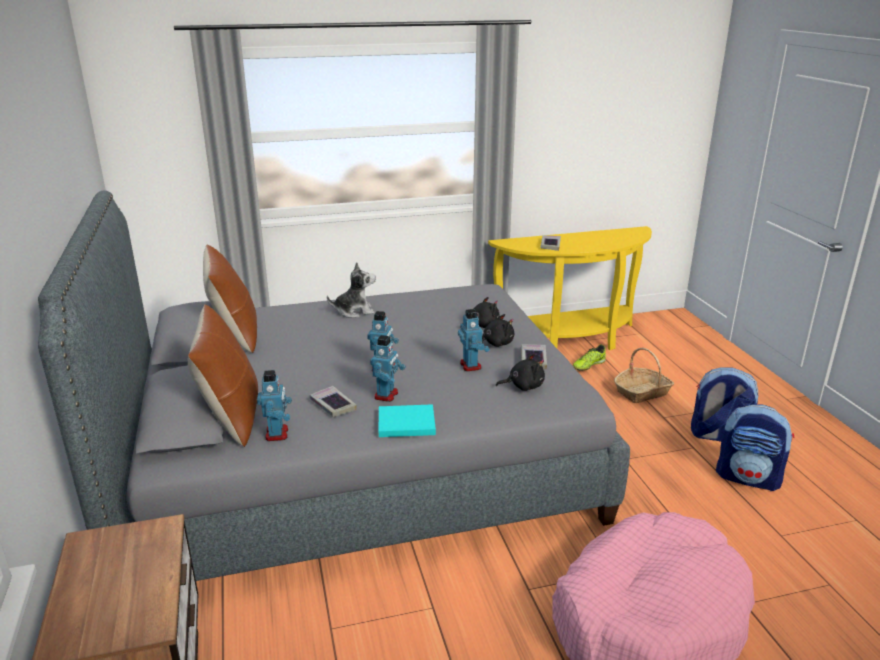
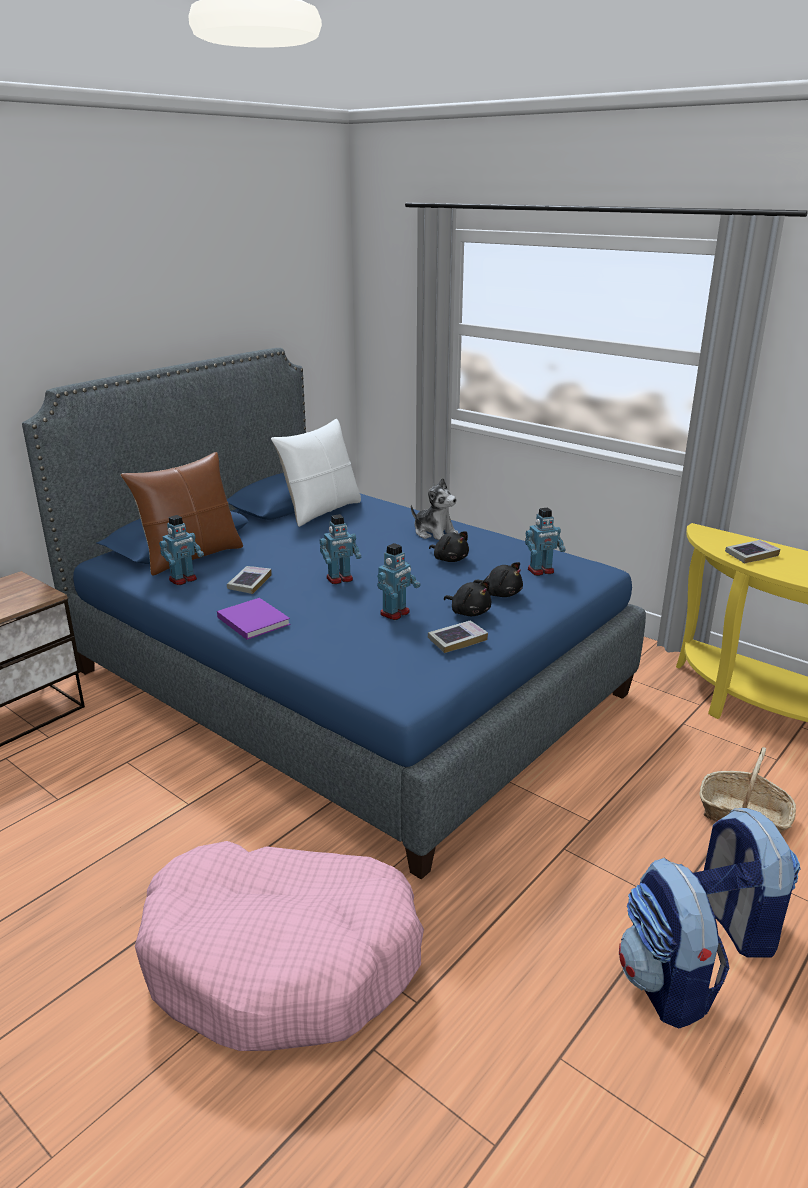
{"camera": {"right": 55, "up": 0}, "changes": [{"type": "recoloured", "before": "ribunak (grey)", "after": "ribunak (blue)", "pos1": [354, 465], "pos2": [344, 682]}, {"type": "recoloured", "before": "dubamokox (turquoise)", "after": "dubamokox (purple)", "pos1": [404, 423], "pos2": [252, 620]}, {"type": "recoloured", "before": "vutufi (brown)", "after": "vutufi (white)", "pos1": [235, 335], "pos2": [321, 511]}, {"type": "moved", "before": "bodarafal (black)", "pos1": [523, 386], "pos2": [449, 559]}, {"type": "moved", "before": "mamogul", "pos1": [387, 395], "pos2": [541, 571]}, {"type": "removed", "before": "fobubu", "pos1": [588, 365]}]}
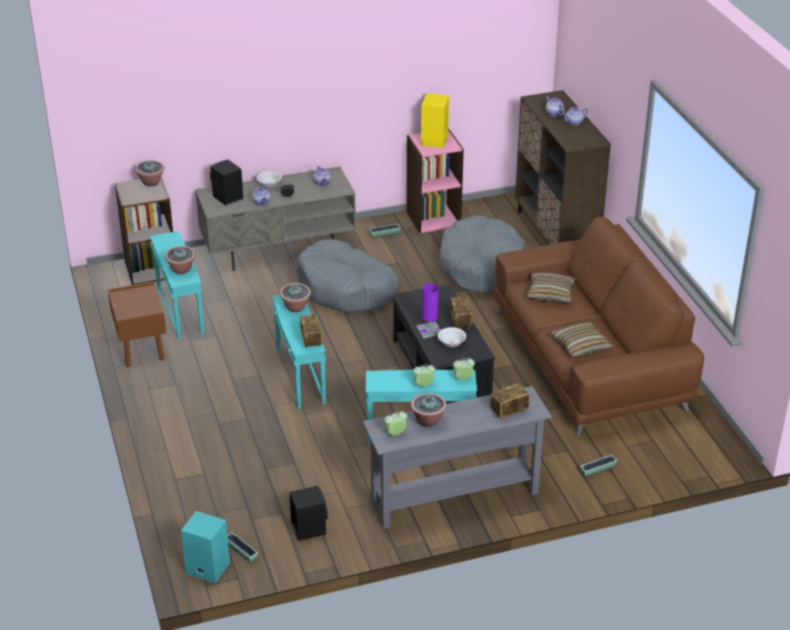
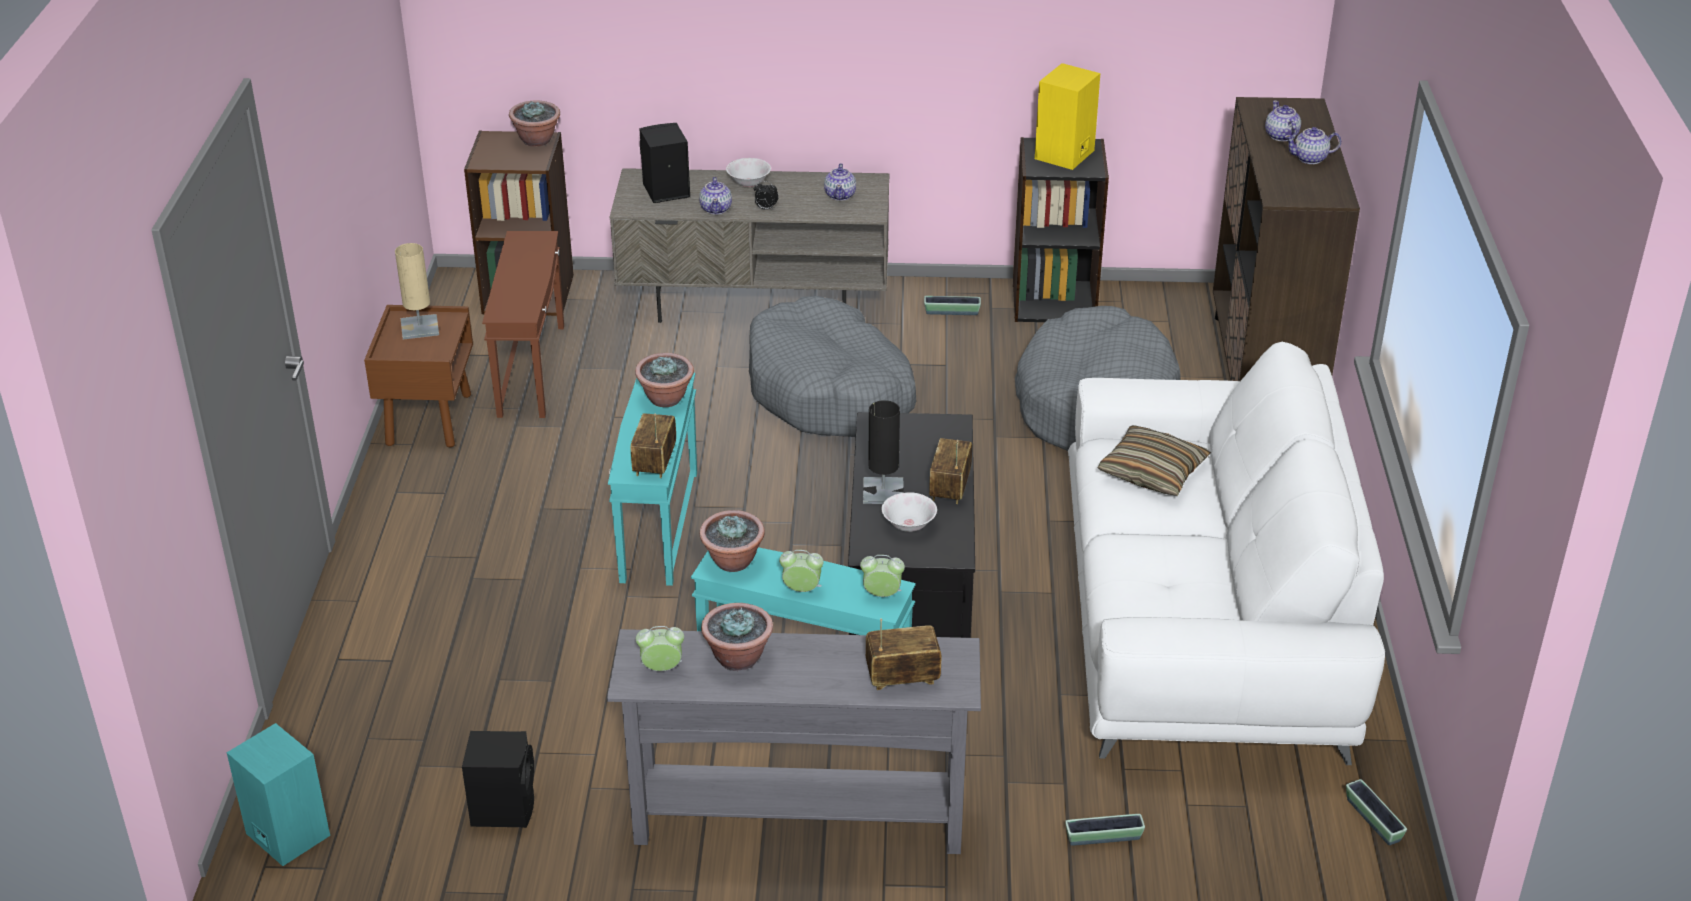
{"camera": {"right": 20, "up": 0}, "changes": [{"type": "added", "after": "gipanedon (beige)", "pos2": [420, 327]}, {"type": "recoloured", "before": "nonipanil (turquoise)", "after": "nonipanil (brown)", "pos1": [181, 310], "pos2": [533, 370]}, {"type": "moved", "before": "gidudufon", "pos1": [181, 270], "pos2": [733, 562]}, {"type": "recoloured", "before": "gipanedon (purple)", "after": "gipanedon (black)", "pos1": [429, 330], "pos2": [883, 491]}, {"type": "recoloured", "before": "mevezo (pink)", "after": "mevezo (black)", "pos1": [433, 218], "pos2": [1054, 300]}, {"type": "recoloured", "before": "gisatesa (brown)", "after": "gisatesa (white)", "pos1": [589, 360], "pos2": [1202, 618]}, {"type": "moved", "before": "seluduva", "pos1": [241, 552], "pos2": [1373, 820]}, {"type": "removed", "before": "vutufi", "pos1": [581, 345]}]}
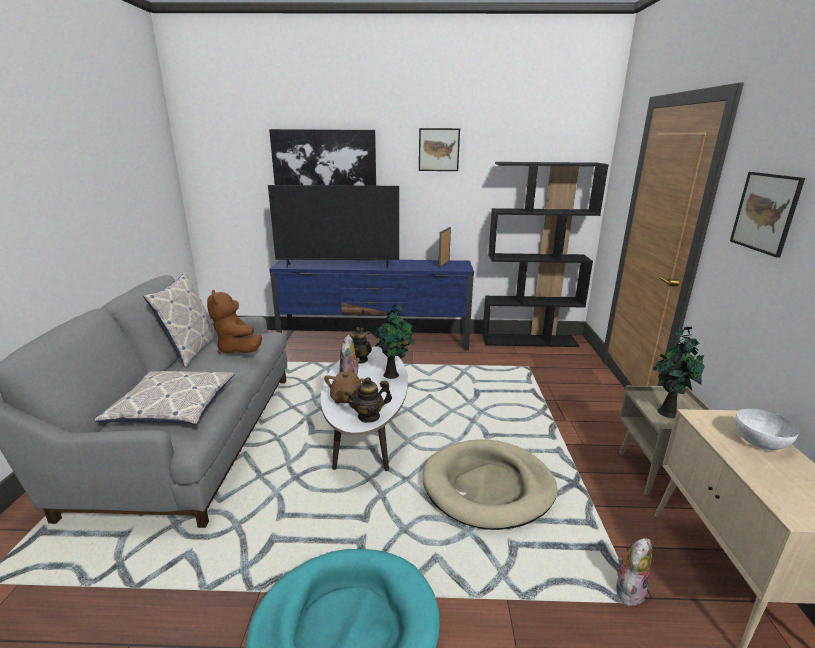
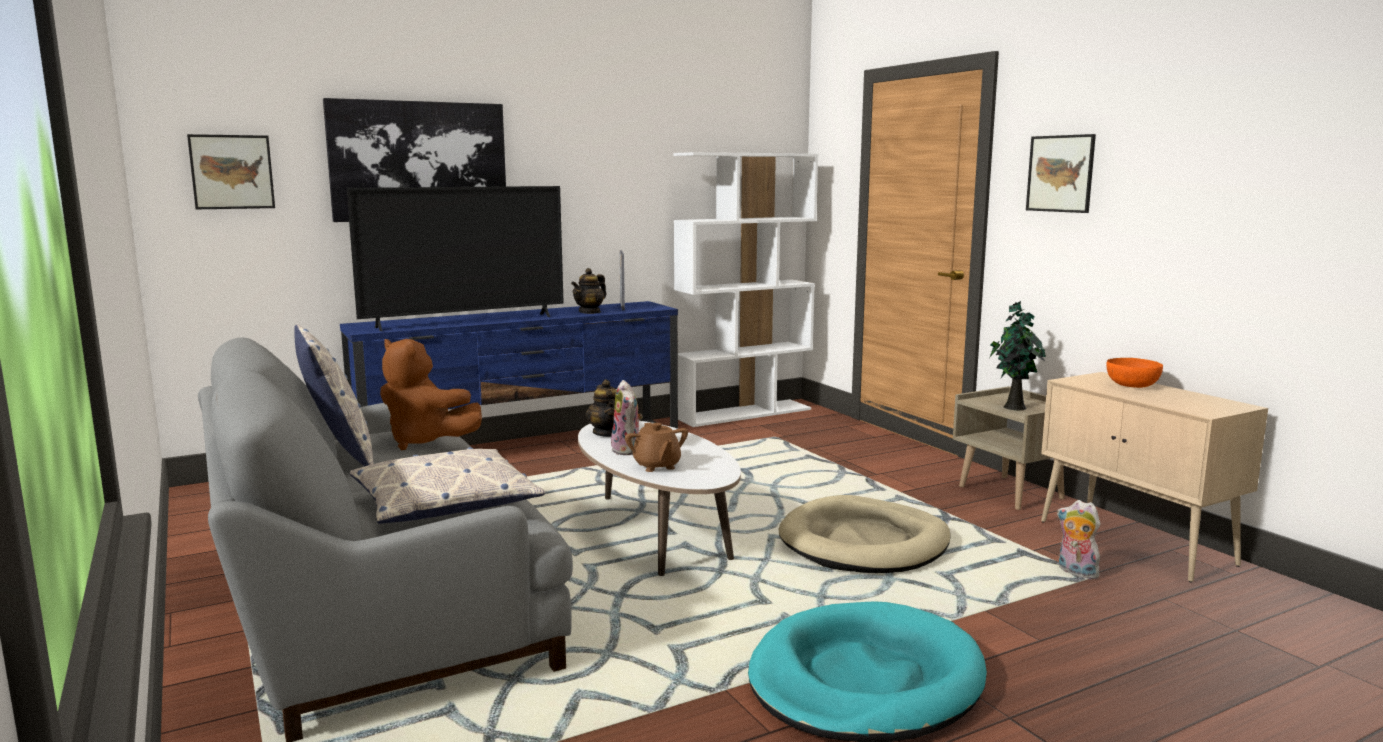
{"camera": {"right": -30, "up": -10}, "changes": [{"type": "moved", "before": "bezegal", "pos1": [439, 150], "pos2": [232, 172]}, {"type": "moved", "before": "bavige", "pos1": [369, 416], "pos2": [590, 312]}, {"type": "recoloured", "before": "mevezo (black)", "after": "mevezo (white)", "pos1": [529, 340], "pos2": [744, 413]}, {"type": "turned", "before": "bodarafal", "pos1": [628, 590], "pos2": [1075, 573], "turn": -60}, {"type": "recoloured", "before": "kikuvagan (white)", "after": "kikuvagan (orange)", "pos1": [759, 441], "pos2": [1131, 385]}, {"type": "removed", "before": "gidudufon", "pos1": [392, 374]}]}
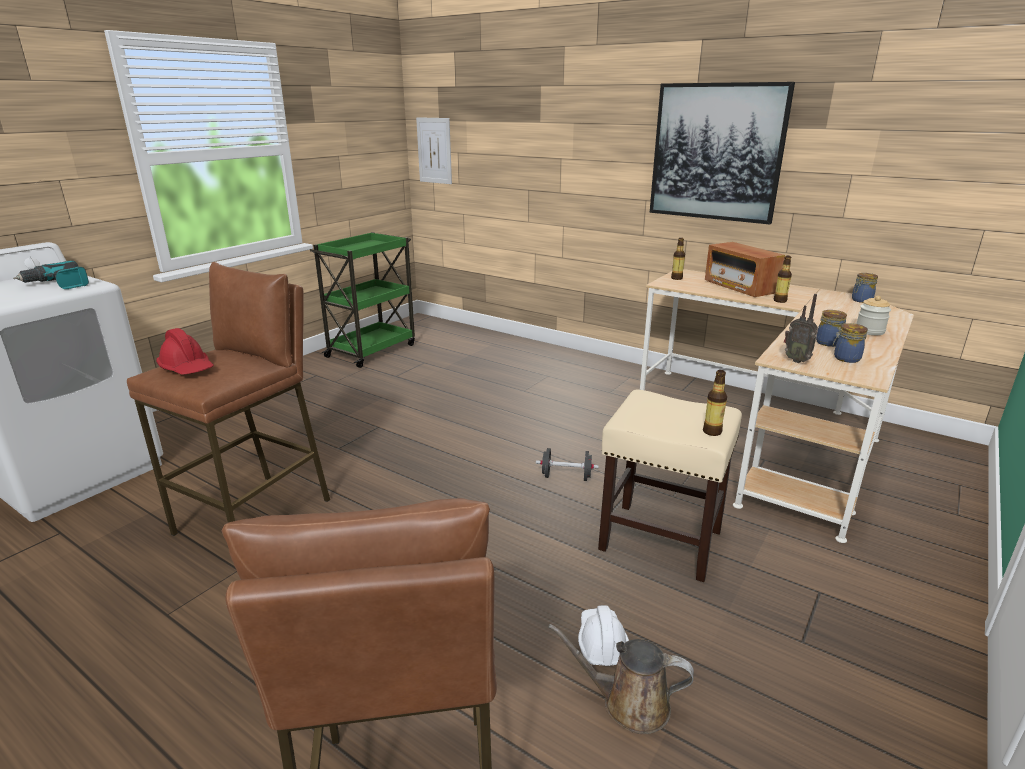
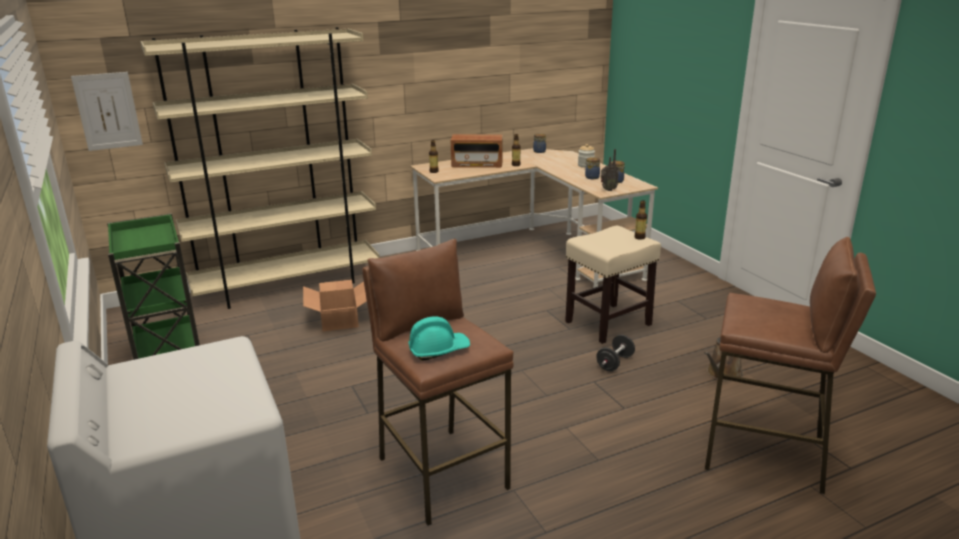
{"camera": {"right": -60, "up": 0}, "changes": [{"type": "added", "after": "mevezo (beige)", "pos2": [288, 285]}, {"type": "added", "after": "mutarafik", "pos2": [340, 318]}, {"type": "recoloured", "before": "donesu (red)", "after": "donesu (turquoise)", "pos1": [187, 368], "pos2": [438, 350]}, {"type": "moved", "before": "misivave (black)", "pos1": [566, 477], "pos2": [615, 363]}, {"type": "removed", "before": "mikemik", "pos1": [58, 285]}, {"type": "removed", "before": "donesu (white)", "pos1": [601, 642]}, {"type": "removed", "before": "bezegal", "pos1": [716, 152]}]}
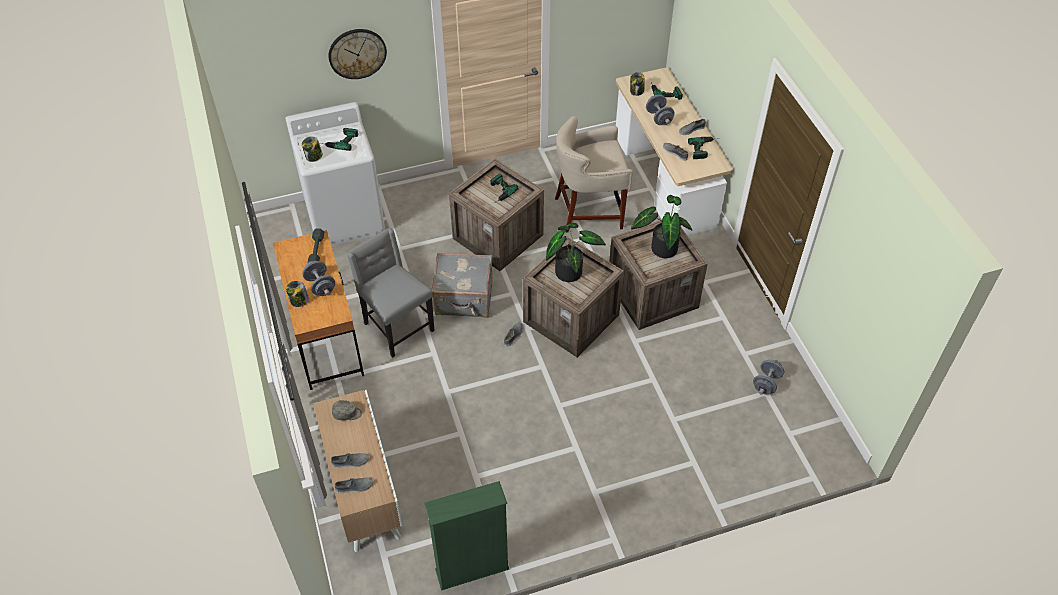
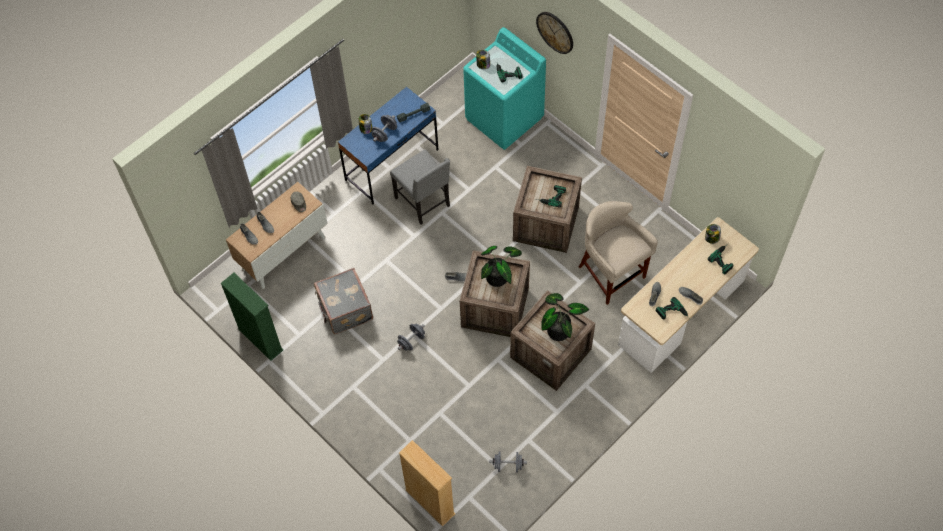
{"camera": {"right": 65, "up": 10}, "changes": [{"type": "moved", "before": "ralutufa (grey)", "pos1": [464, 299], "pos2": [344, 310]}, {"type": "recoloured", "before": "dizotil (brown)", "after": "dizotil (blue)", "pos1": [325, 336], "pos2": [392, 165]}, {"type": "turned", "before": "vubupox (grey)", "pos1": [397, 327], "pos2": [424, 202], "turn": 120}, {"type": "moved", "before": "misivave (grey)", "pos1": [659, 118], "pos2": [411, 341]}, {"type": "added", "after": "mevezo (beige)", "pos2": [430, 502]}, {"type": "recoloured", "before": "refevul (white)", "after": "refevul (turquoise)", "pos1": [345, 217], "pos2": [504, 118]}]}
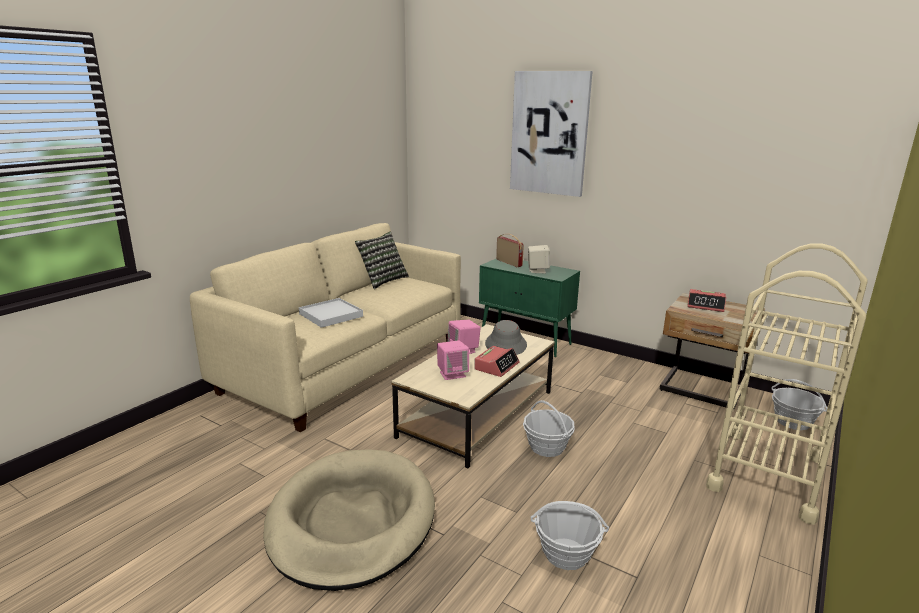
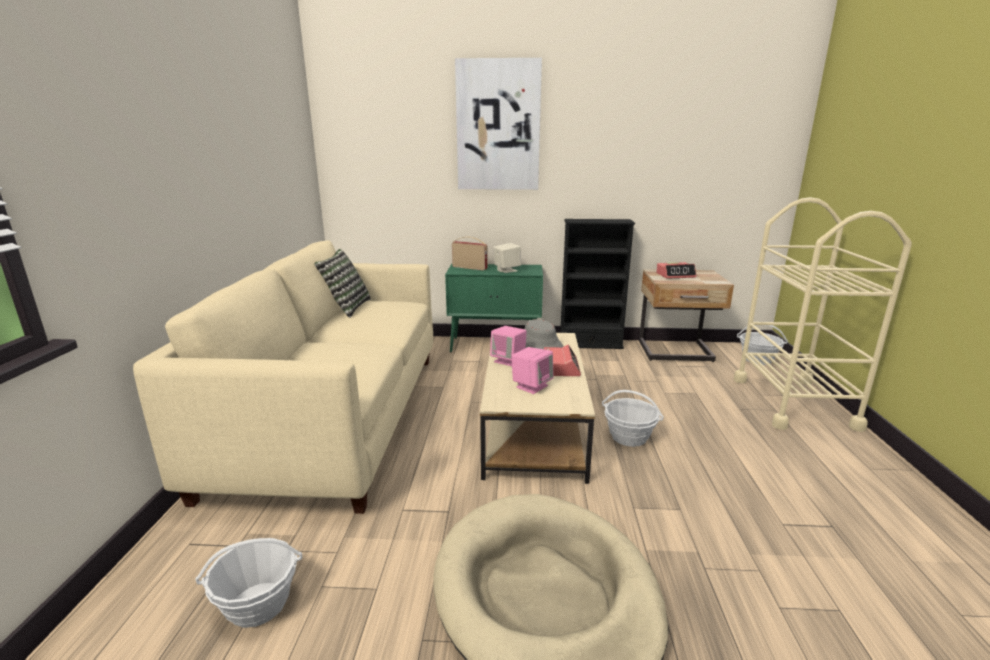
{"camera": {"right": -30, "up": 0}, "changes": [{"type": "moved", "before": "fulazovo", "pos1": [566, 554], "pos2": [258, 604]}, {"type": "added", "after": "mevezo (black)", "pos2": [590, 344]}, {"type": "removed", "before": "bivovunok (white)", "pos1": [331, 315]}]}
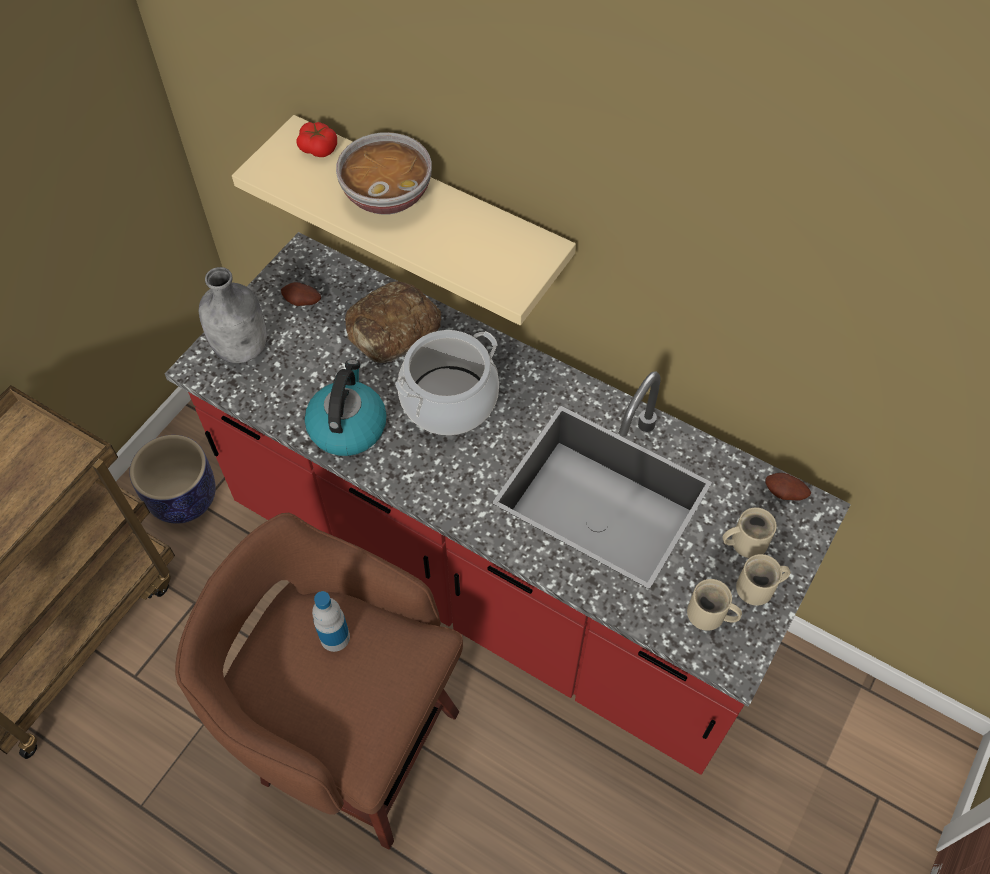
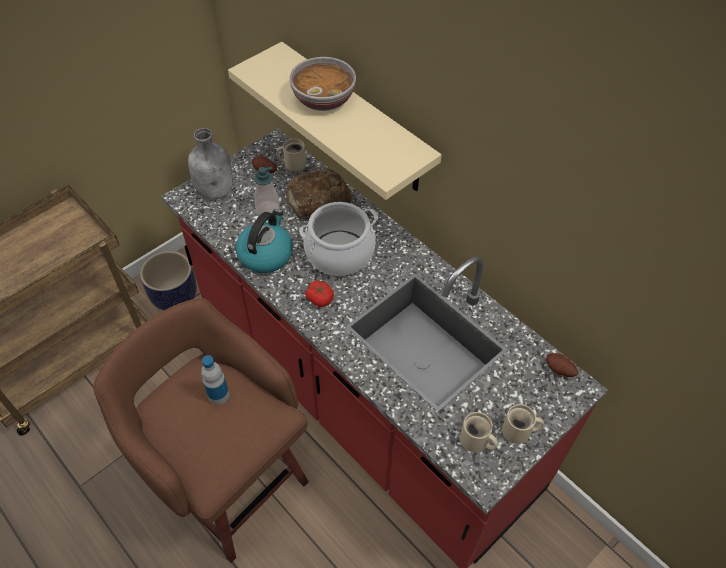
{"camera": {"right": 15, "up": -5}, "changes": [{"type": "added", "after": "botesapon", "pos2": [268, 210]}, {"type": "moved", "before": "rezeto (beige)", "pos1": [745, 541], "pos2": [293, 163]}, {"type": "moved", "before": "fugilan", "pos1": [318, 148], "pos2": [320, 298]}]}
